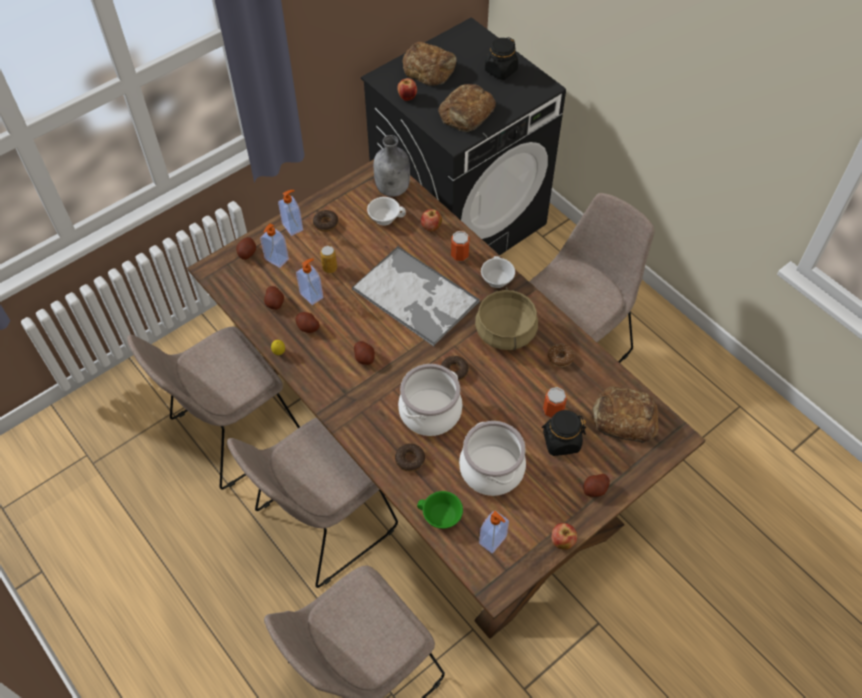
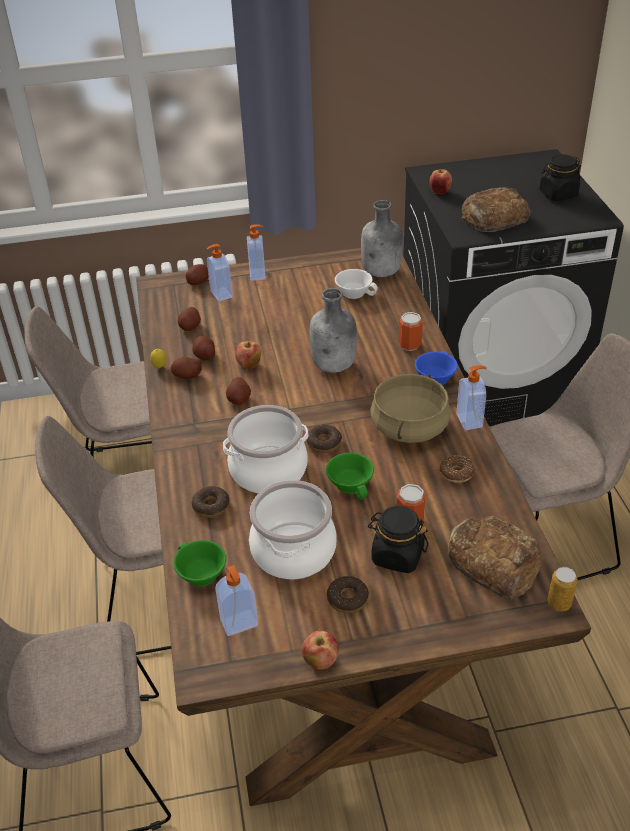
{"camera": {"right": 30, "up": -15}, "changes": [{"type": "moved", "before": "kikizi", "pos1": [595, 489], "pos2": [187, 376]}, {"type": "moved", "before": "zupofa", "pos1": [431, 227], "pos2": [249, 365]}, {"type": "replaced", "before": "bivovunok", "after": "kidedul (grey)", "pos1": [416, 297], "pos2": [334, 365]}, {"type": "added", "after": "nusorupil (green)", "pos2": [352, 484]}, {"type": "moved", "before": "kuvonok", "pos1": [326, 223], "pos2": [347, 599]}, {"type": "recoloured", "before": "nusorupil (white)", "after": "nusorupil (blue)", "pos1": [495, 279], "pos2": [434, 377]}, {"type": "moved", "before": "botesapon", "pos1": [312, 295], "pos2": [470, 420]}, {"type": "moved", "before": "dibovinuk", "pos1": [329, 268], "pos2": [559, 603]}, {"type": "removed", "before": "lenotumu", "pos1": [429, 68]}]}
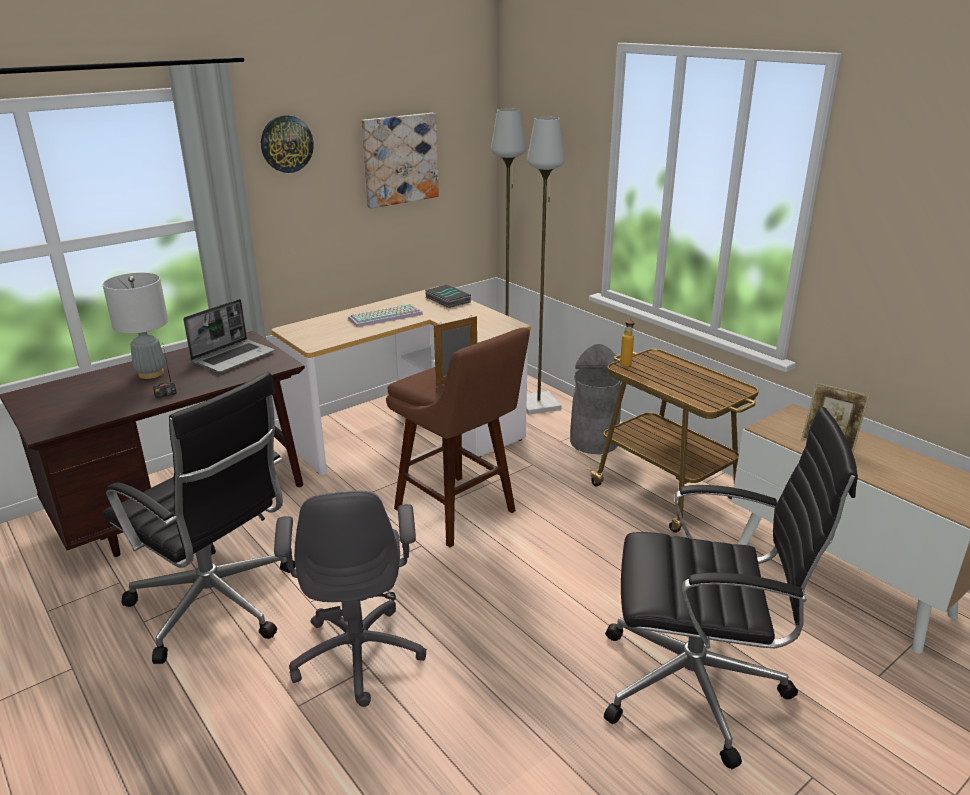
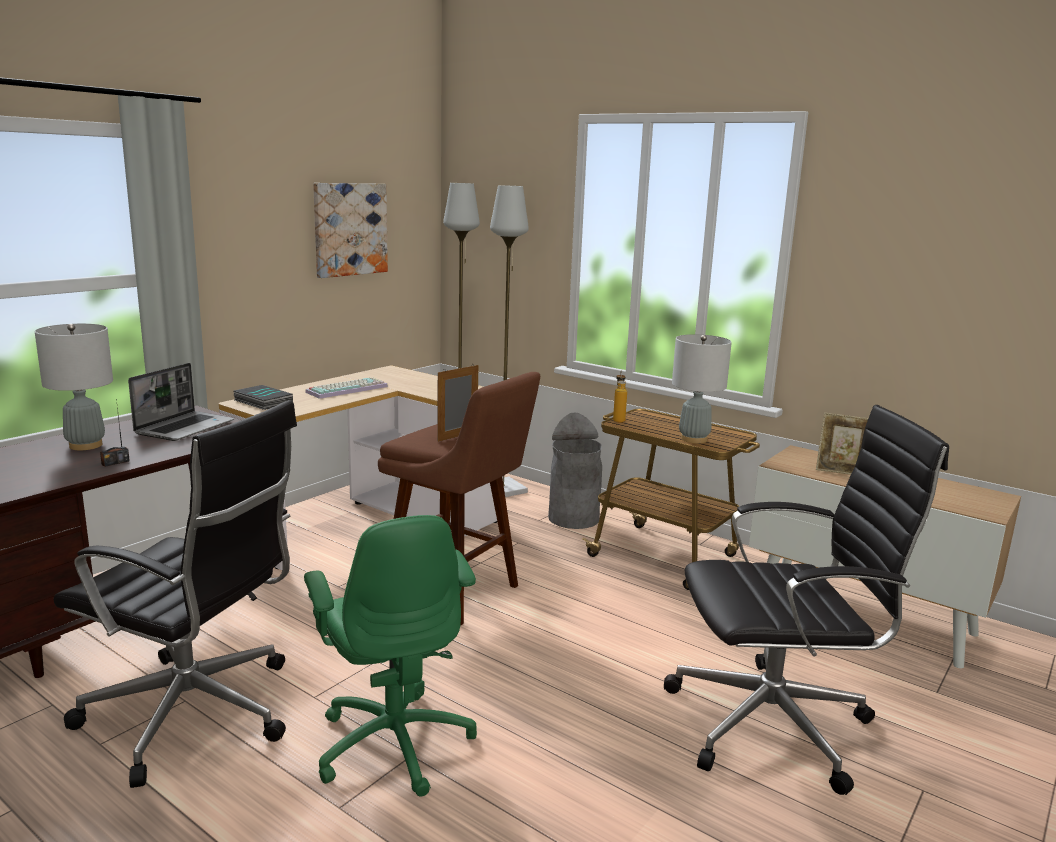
{"camera": {"right": -15, "up": -10}, "changes": [{"type": "moved", "before": "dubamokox", "pos1": [447, 300], "pos2": [262, 402]}, {"type": "recoloured", "before": "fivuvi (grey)", "after": "fivuvi (green)", "pos1": [359, 653], "pos2": [394, 742]}, {"type": "added", "after": "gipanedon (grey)", "pos2": [693, 439]}, {"type": "removed", "before": "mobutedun", "pos1": [286, 144]}]}
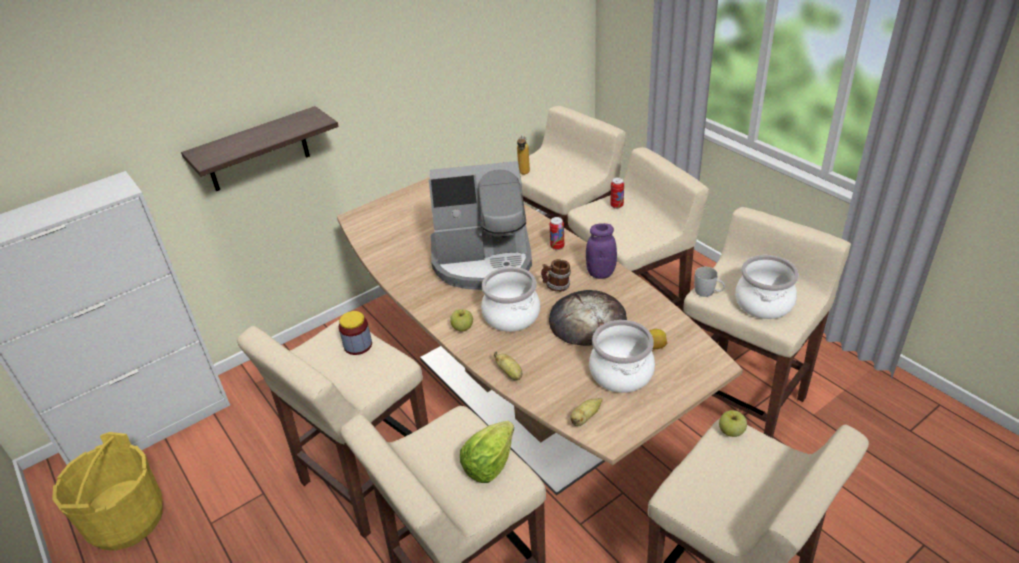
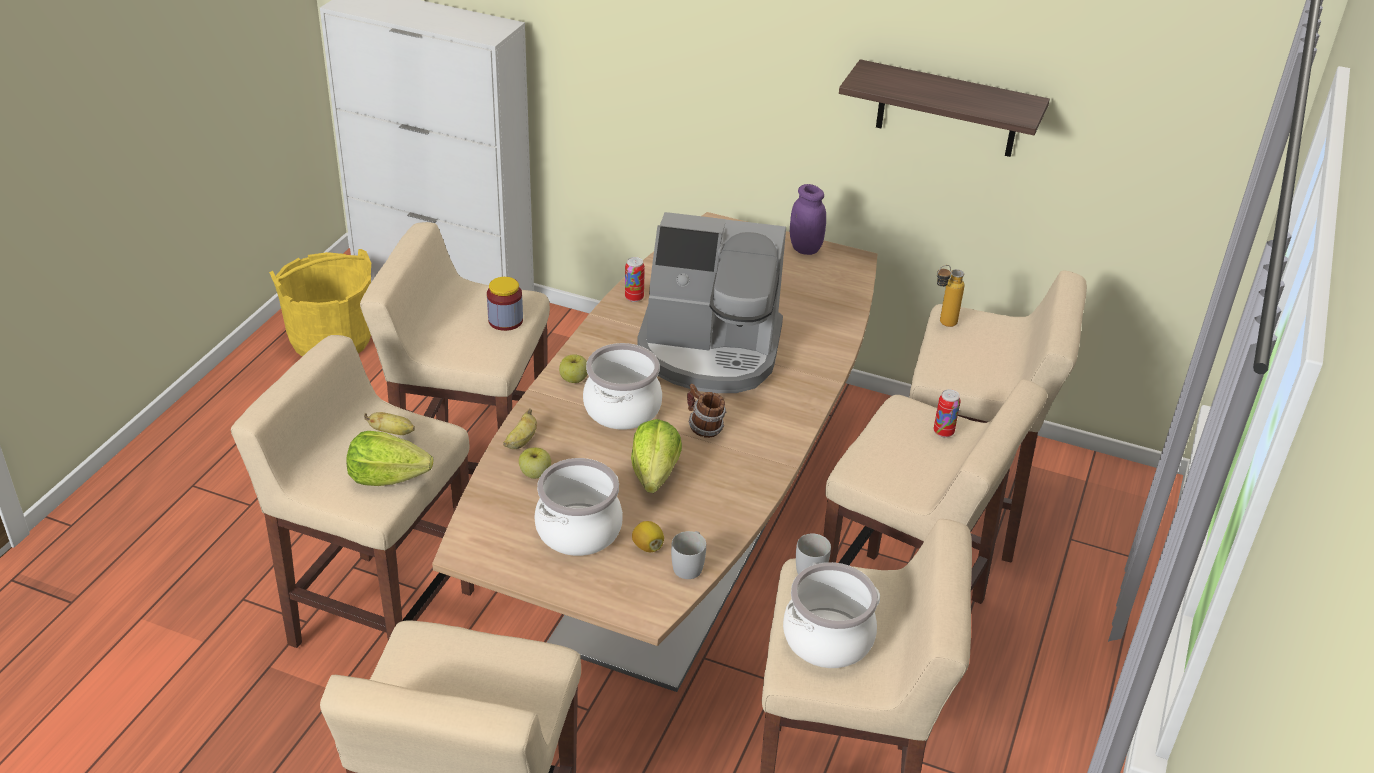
{"camera": {"right": 55, "up": 0}, "changes": [{"type": "moved", "before": "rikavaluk", "pos1": [585, 418], "pos2": [392, 432]}, {"type": "moved", "before": "zupofa", "pos1": [731, 432], "pos2": [535, 474]}, {"type": "moved", "before": "dibovinuk", "pos1": [557, 247], "pos2": [634, 298]}, {"type": "replaced", "before": "lenotumu", "after": "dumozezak", "pos1": [587, 321], "pos2": [654, 474]}, {"type": "turned", "before": "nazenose", "pos1": [483, 260], "pos2": [710, 351], "turn": -45}, {"type": "added", "after": "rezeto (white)", "pos2": [689, 564]}, {"type": "moved", "before": "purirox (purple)", "pos1": [601, 273], "pos2": [805, 248]}, {"type": "moved", "before": "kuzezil", "pos1": [257, 150], "pos2": [947, 110]}]}
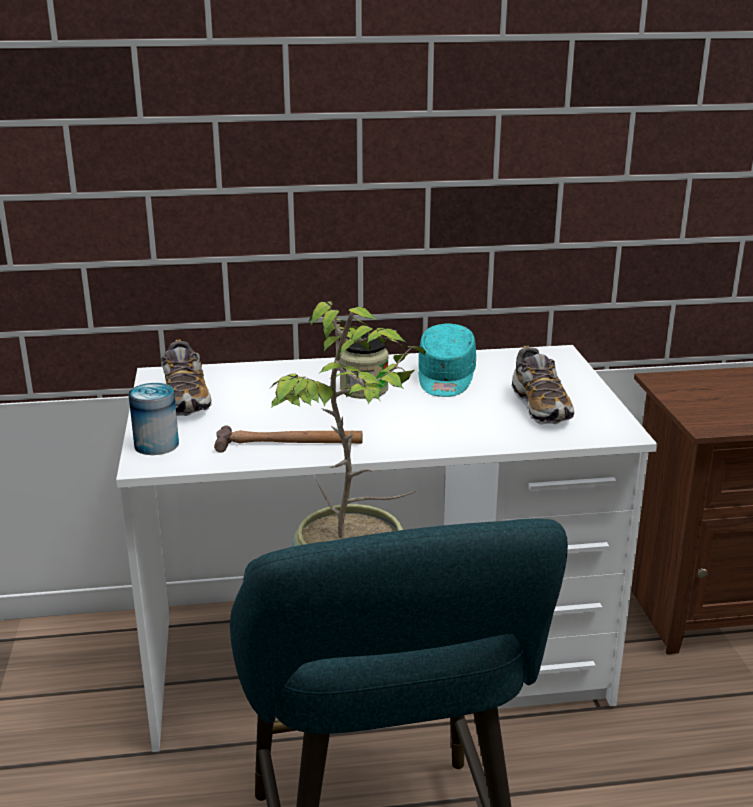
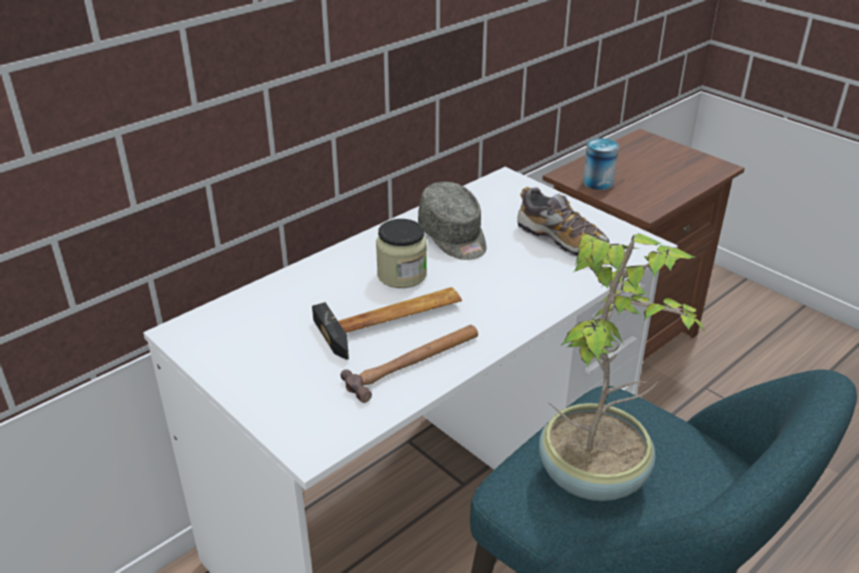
{"camera": {"right": -35, "up": 10}, "changes": [{"type": "added", "after": "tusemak", "pos2": [394, 322]}, {"type": "recoloured", "before": "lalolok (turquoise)", "after": "lalolok (grey)", "pos1": [445, 378], "pos2": [454, 237]}, {"type": "moved", "before": "dibovinuk", "pos1": [156, 445], "pos2": [598, 182]}, {"type": "removed", "before": "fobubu", "pos1": [186, 399]}]}
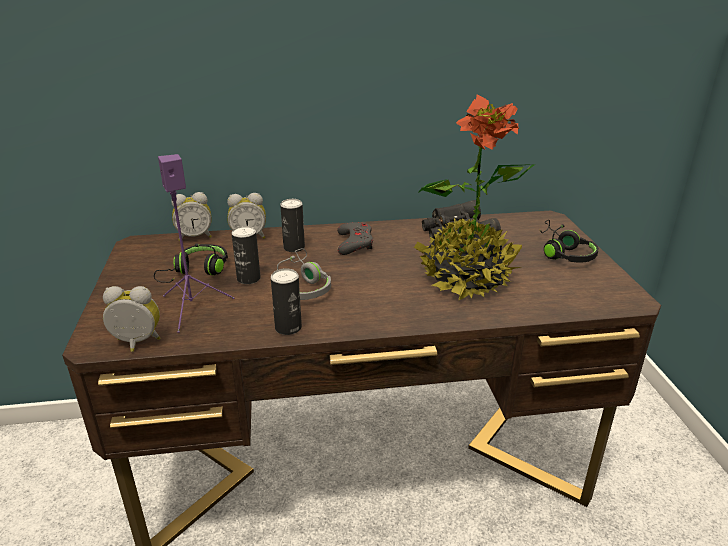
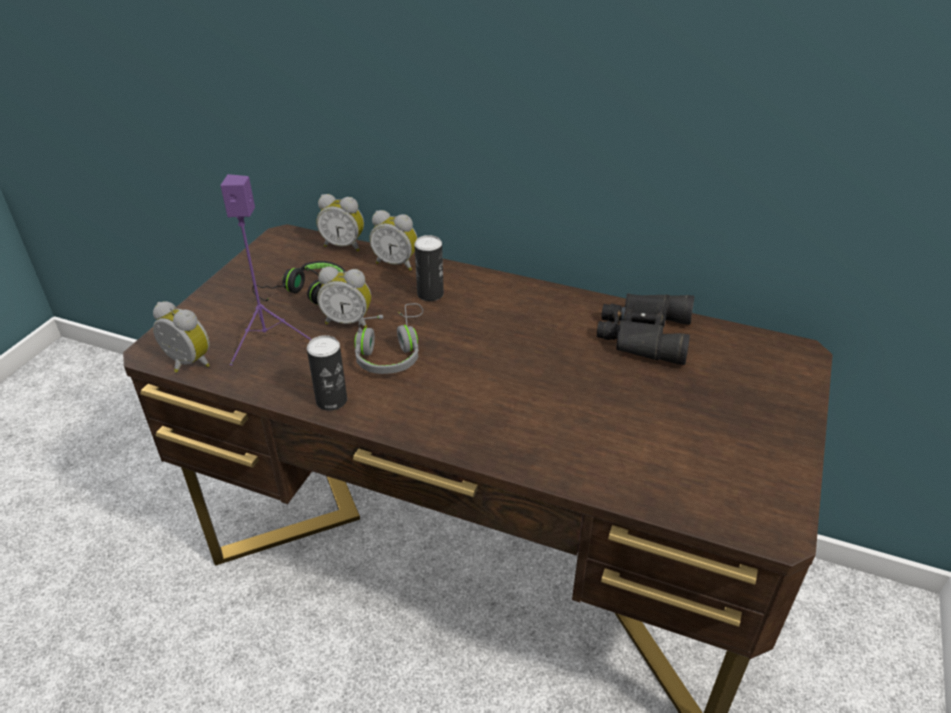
{"camera": {"right": 30, "up": 10}, "changes": [{"type": "replaced", "before": "dibovinuk", "after": "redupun", "pos1": [248, 279], "pos2": [348, 321]}, {"type": "removed", "before": "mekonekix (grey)", "pos1": [354, 243]}, {"type": "removed", "before": "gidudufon", "pos1": [466, 277]}, {"type": "removed", "before": "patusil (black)", "pos1": [563, 252]}]}
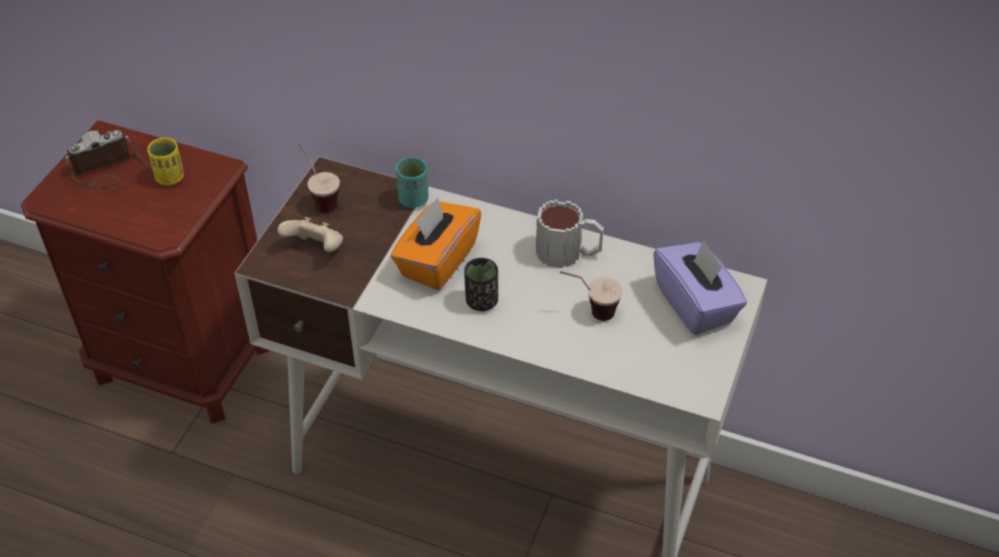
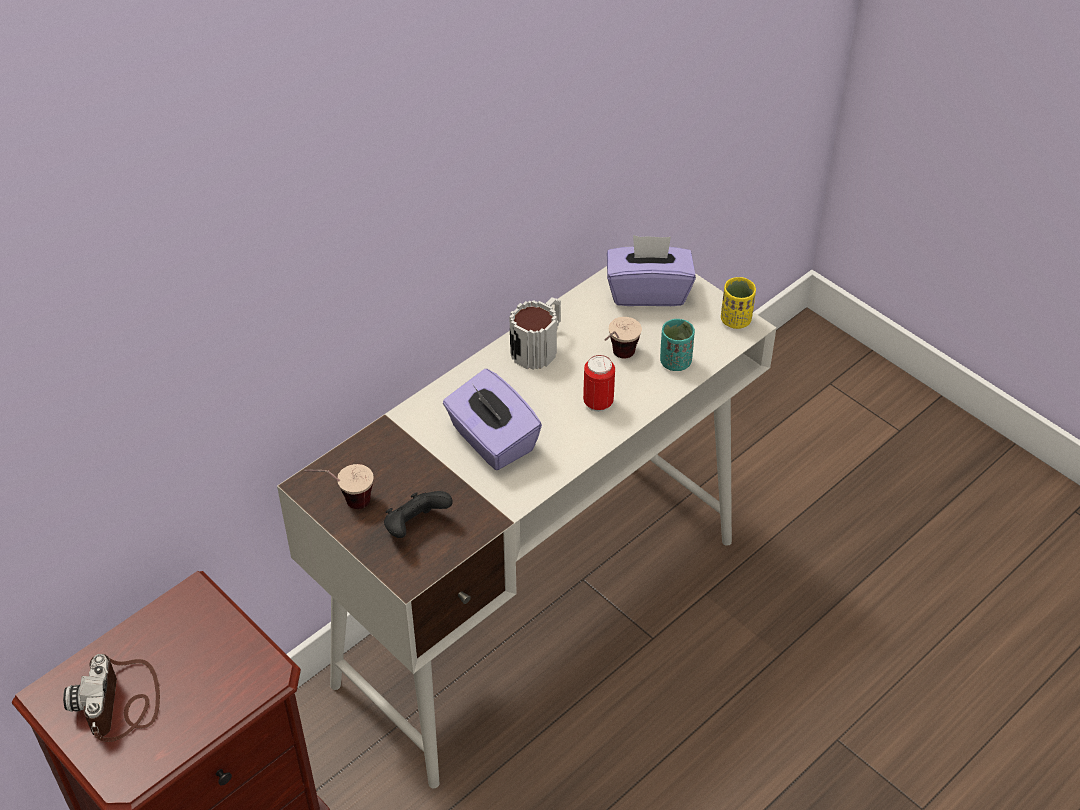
{"camera": {"right": -65, "up": 0}, "changes": [{"type": "recoloured", "before": "mekonekix (beige)", "after": "mekonekix (black)", "pos1": [316, 249], "pos2": [415, 527]}, {"type": "recoloured", "before": "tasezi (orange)", "after": "tasezi (purple)", "pos1": [437, 261], "pos2": [492, 440]}, {"type": "added", "after": "dibovinuk", "pos2": [598, 403]}, {"type": "moved", "before": "nusorupil (turquoise)", "pos1": [413, 199], "pos2": [675, 362]}, {"type": "moved", "before": "nusorupil (yellow)", "pos1": [170, 178], "pos2": [735, 320]}, {"type": "removed", "before": "nusorupil (black)", "pos1": [481, 301]}]}
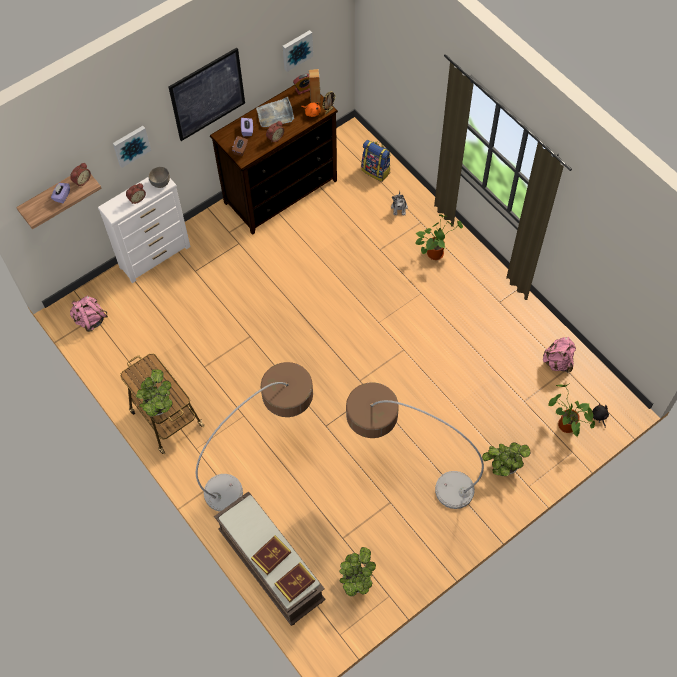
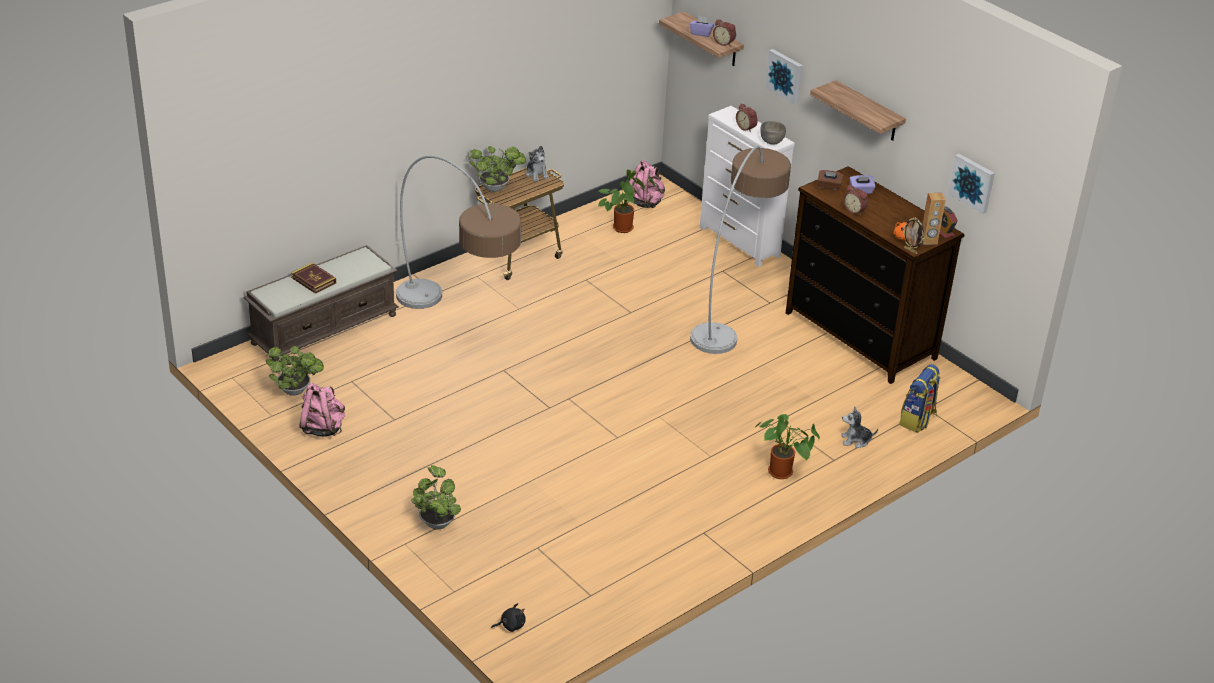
{"camera": {"right": 85, "up": -25}, "changes": [{"type": "moved", "before": "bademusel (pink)", "pos1": [558, 362], "pos2": [322, 428]}, {"type": "added", "after": "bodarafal", "pos2": [537, 174]}, {"type": "moved", "before": "gidudufon", "pos1": [564, 424], "pos2": [623, 227]}, {"type": "moved", "before": "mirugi", "pos1": [404, 470], "pos2": [734, 306]}, {"type": "replaced", "before": "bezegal", "after": "kuzezil", "pos1": [207, 94], "pos2": [868, 112]}, {"type": "removed", "before": "bivovunok (grey)", "pos1": [275, 114]}, {"type": "removed", "before": "dubamokox", "pos1": [295, 583]}]}
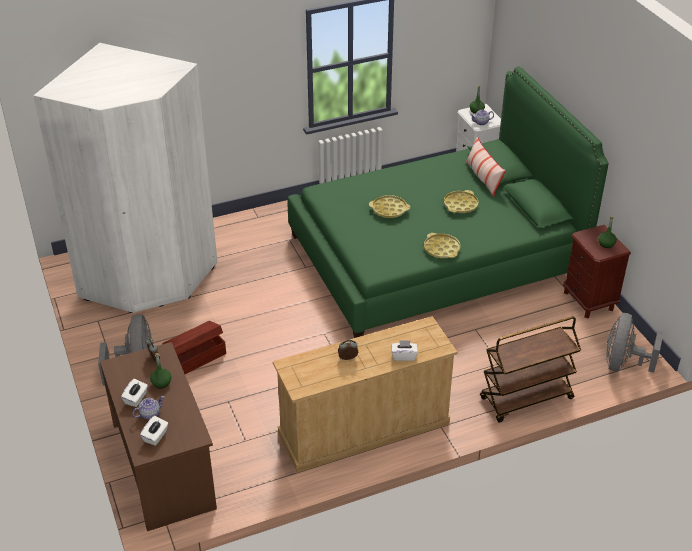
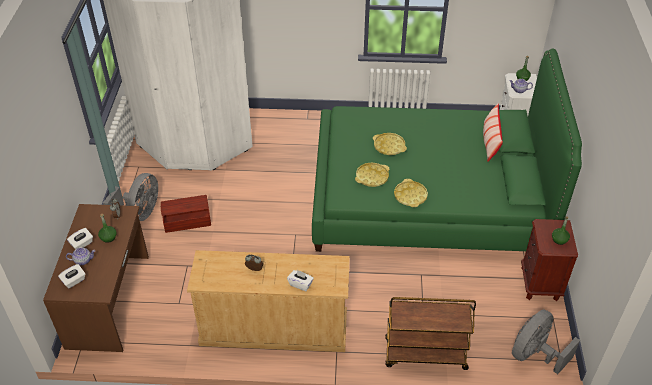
{"camera": {"right": 25, "up": 5}, "changes": [{"type": "moved", "before": "bivovunok (yellow)", "pos1": [460, 205], "pos2": [372, 177]}]}
